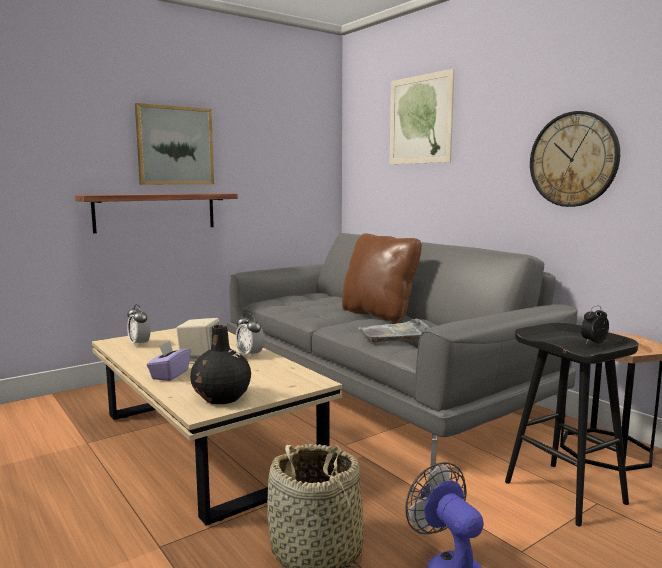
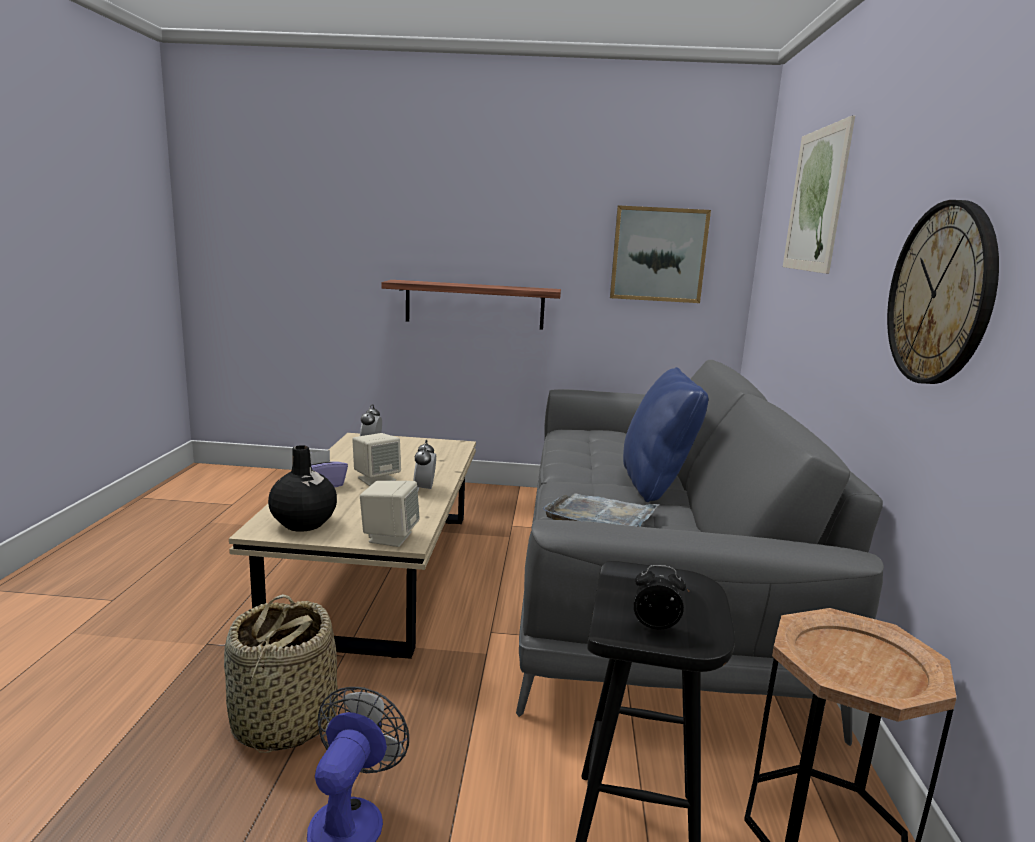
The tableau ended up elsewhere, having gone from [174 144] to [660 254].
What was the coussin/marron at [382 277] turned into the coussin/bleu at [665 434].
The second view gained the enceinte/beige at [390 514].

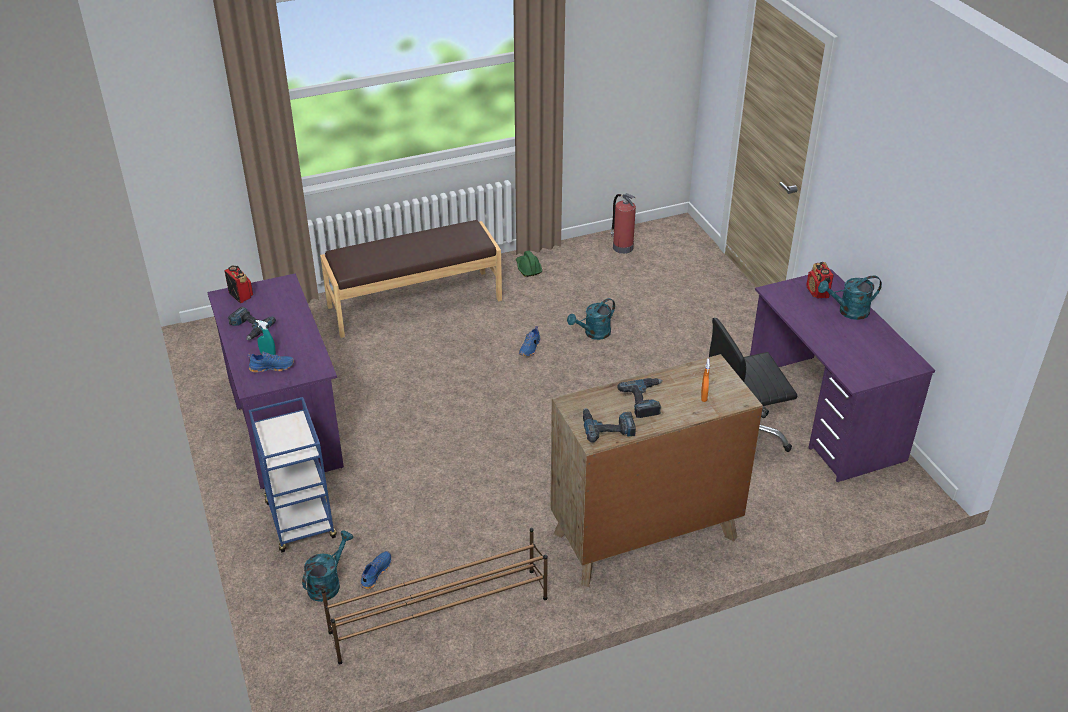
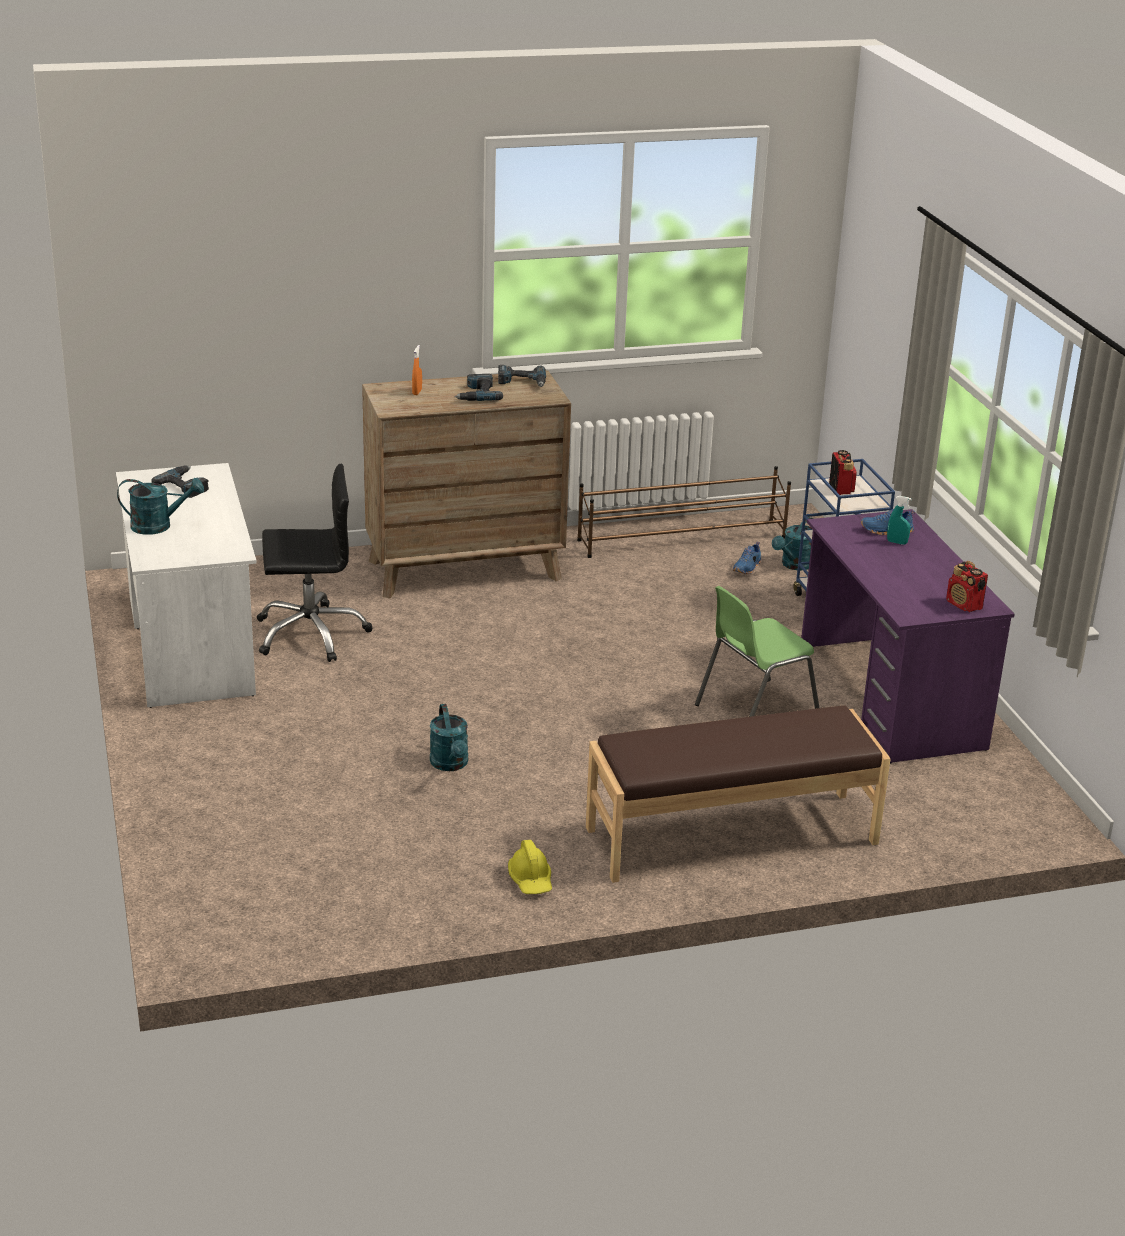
The perceuse ended up elsewhere, having gone from [252 323] to [180 481].
What was the casque de chantier/vert at [529 264] turned into the casque de chantier/jaune at [530 867].
The second view lost the chaussure/bleu at [529 341].
The arrosoir/turquoise at [591 319] ended up facing another way, 105 degrees clockwise from before.
The second view lost the extincteur at [623 223].
What was the bureau/violet at [842 375] turned into the bureau/blanc at [186 585].
The radio ended up elsewhere, having gone from [820 280] to [843 472].
The second view gained the chaise/vert at [757 651].

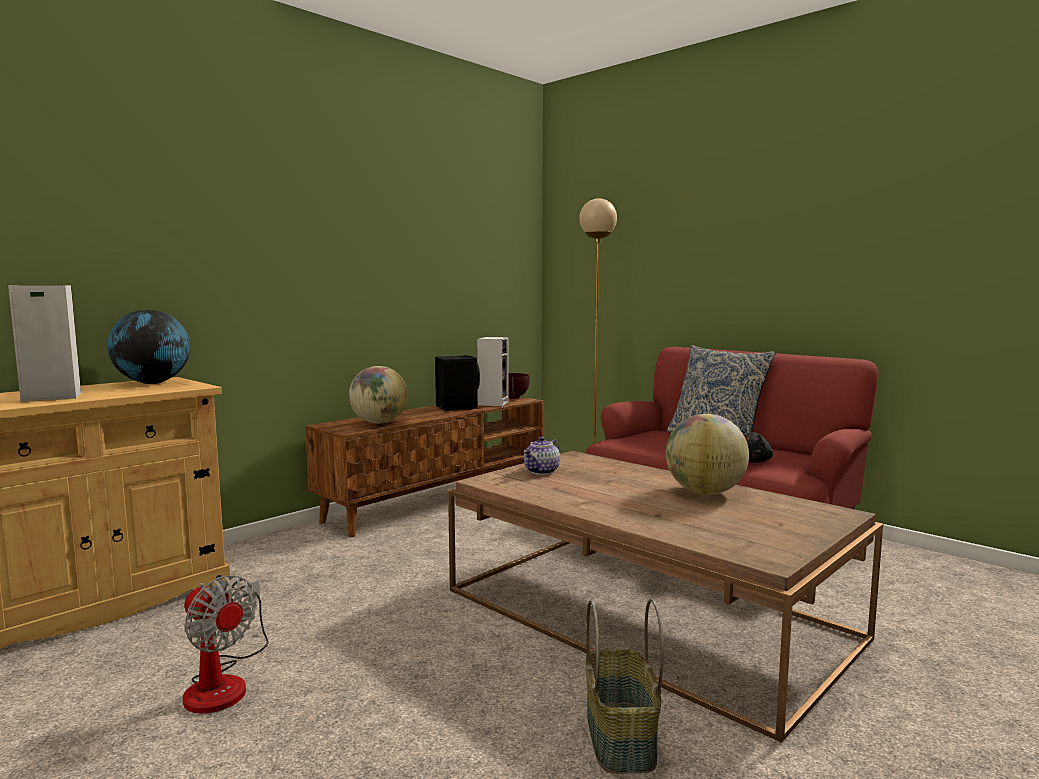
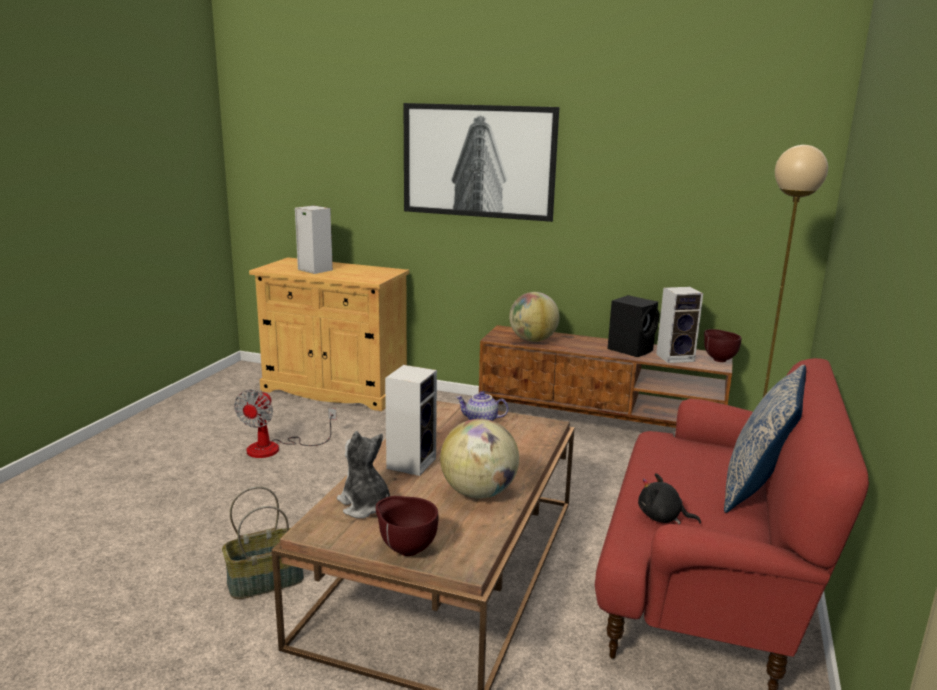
The second view lost the globe at [148 347].
The second view gained the peluche at [363 474].
The second view gained the bol/marron at [407 526].
The second view gained the enceinte at [411 420].
The second view gained the tableau at [481 162].

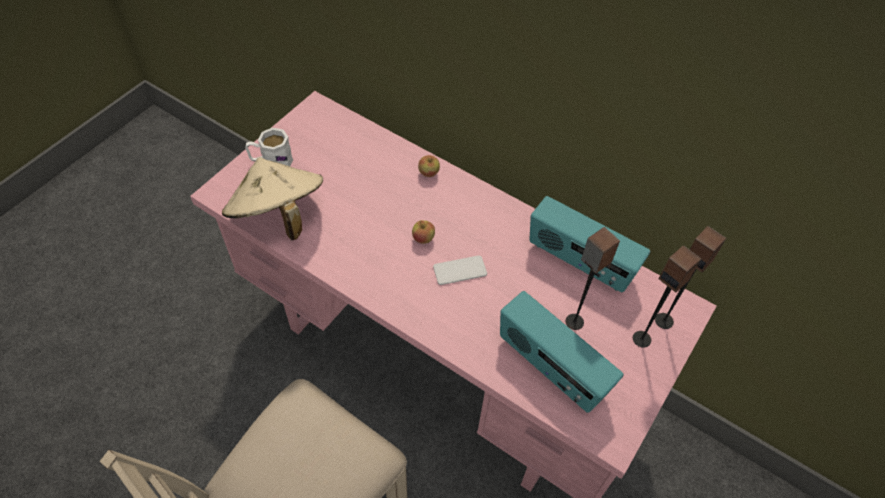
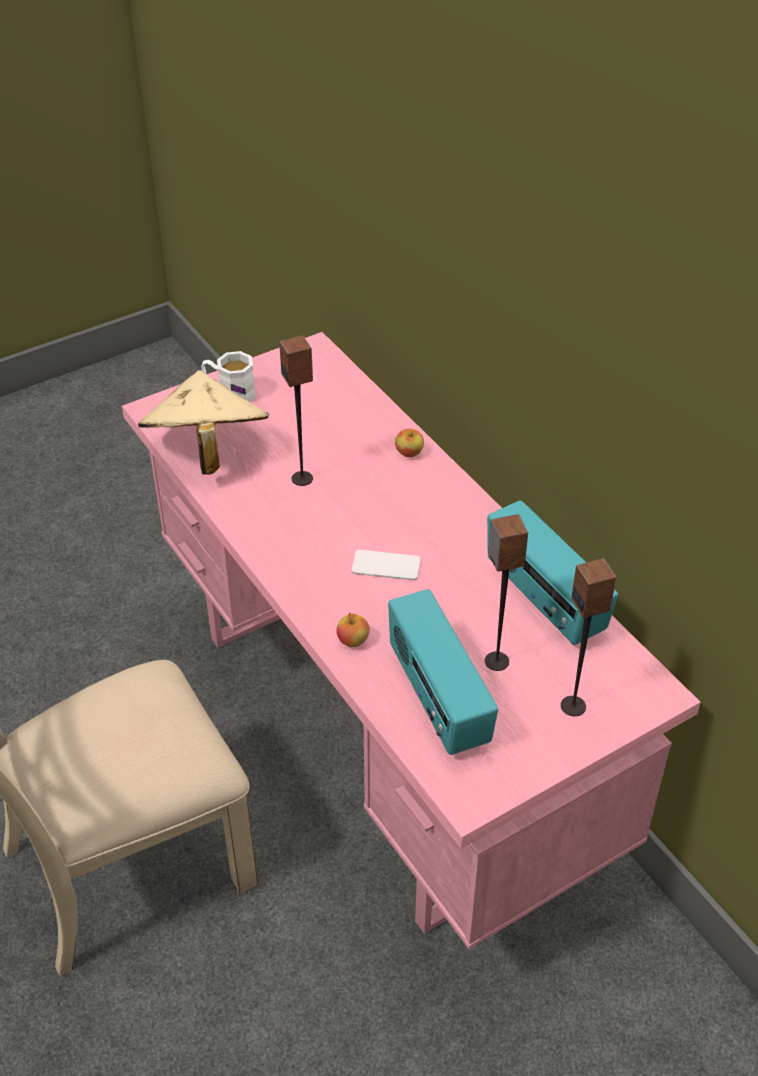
The pomme ended up elsewhere, having gone from [423 232] to [353 630].
The enceinte ended up elsewhere, having gone from [690 277] to [296 410].

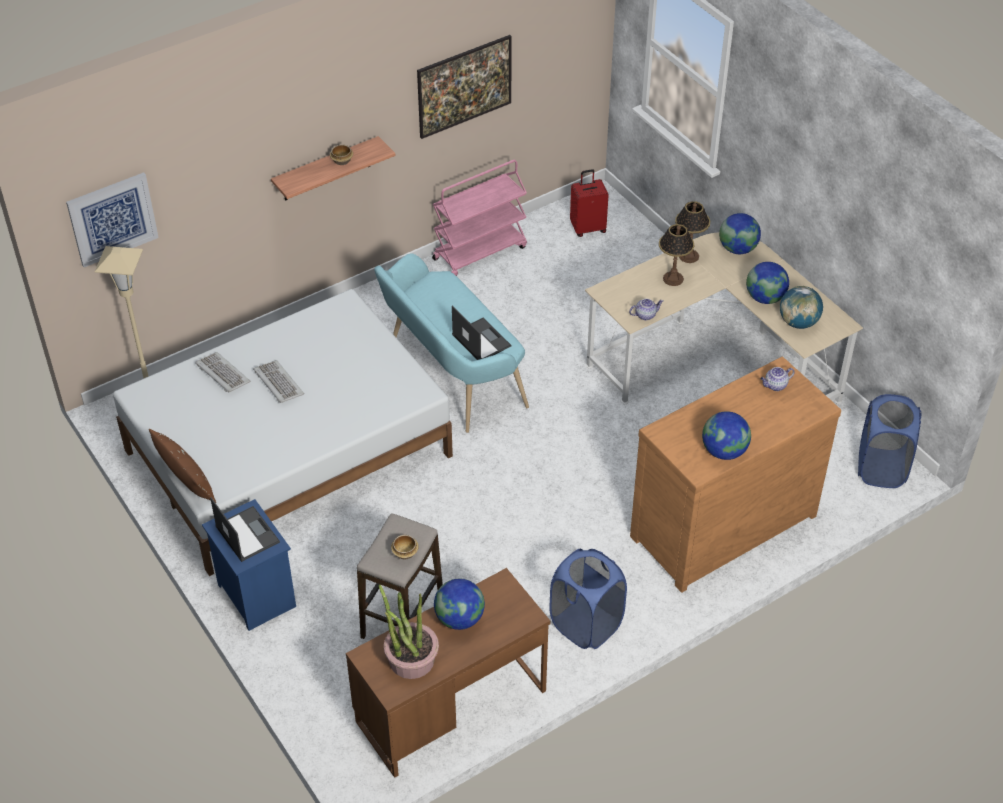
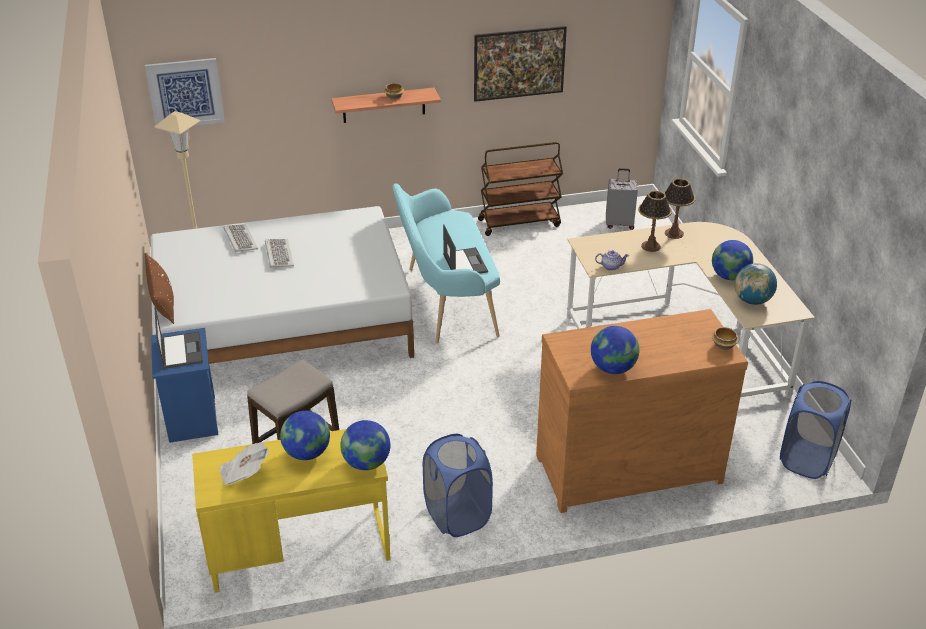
What was the bureau/marron at [448 673] turned into the bureau/jaune at [291 510].
Where the plante en pot stood at [408 632], the journal came to stand at [244 464].
The bol ended up elsewhere, having gone from [405 547] to [725 338].
What was the chariot/rose at [479 218] turned into the chariot/marron at [520 189].
What was the valise/rouge at [589 203] turned into the valise/gris at [622 199].
The globe ended up elsewhere, having gone from [740 233] to [365 445].
The second view lost the théière at [777 379].

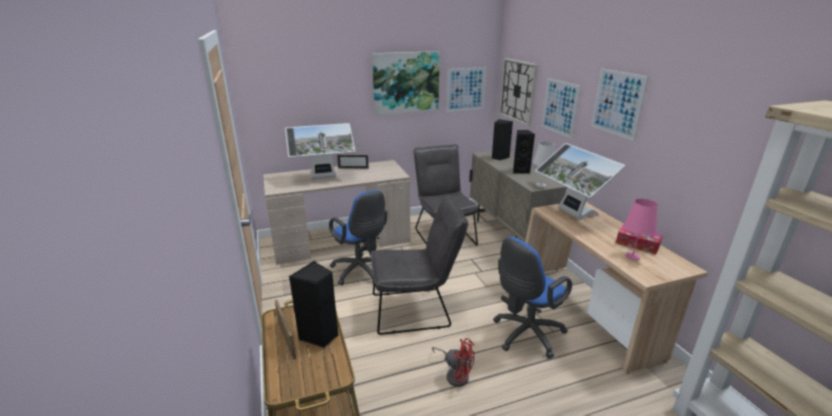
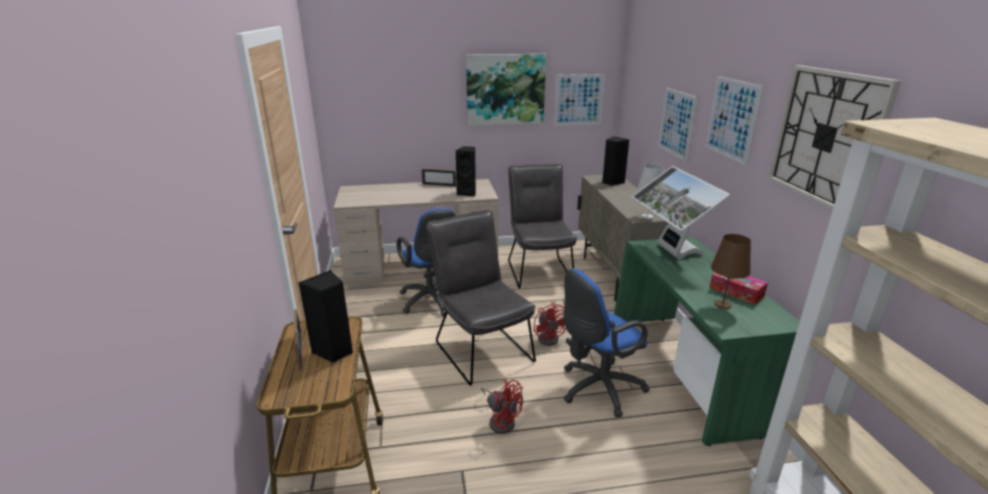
The second view lost the écran d'ordinateur at [320 151].
The chaise/gris at [419 264] ended up facing another way, 120 degrees counterclockwise from before.
The horloge murale ended up elsewhere, having gone from [518 92] to [834 137].
The enceinte/noir ended up elsewhere, having gone from [524 151] to [466 171].
What was the bureau/beige at [616 288] turned into the bureau/vert at [707 341].
What was the lampe de table/rose at [640 229] turned into the lampe de table/marron at [731 271].
The second view gained the ventilateur/rouge at [550 324].

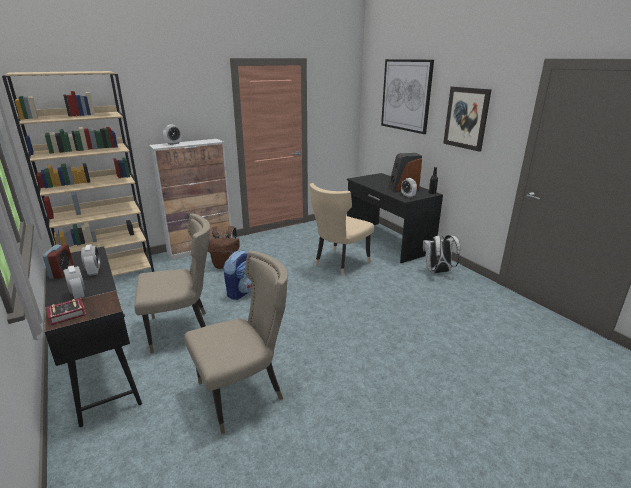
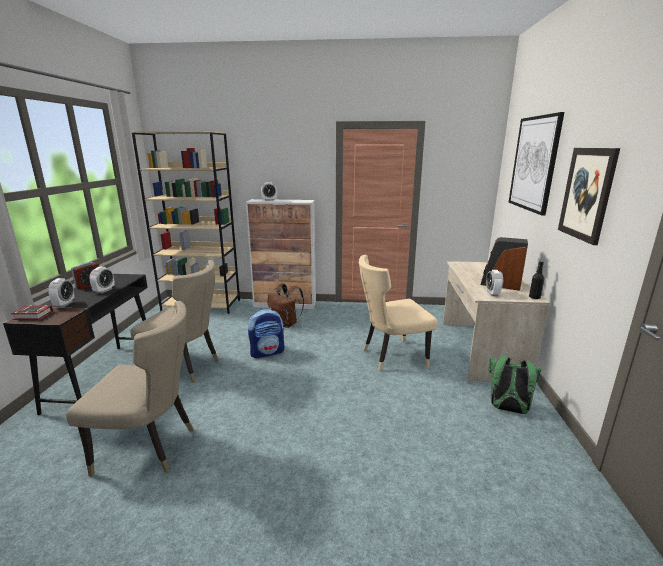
What was the bureau/noir at [395 218] turned into the bureau/beige at [496 321].
What was the sac à dos/blanc at [441 254] turned into the sac à dos/vert at [515 385].

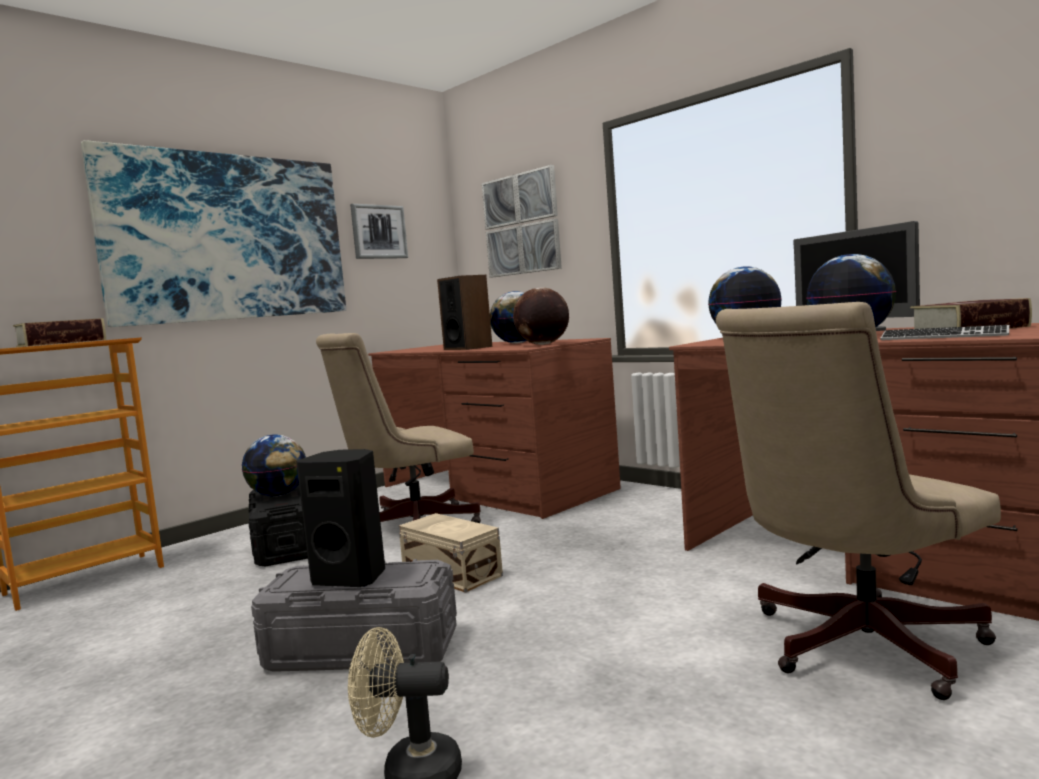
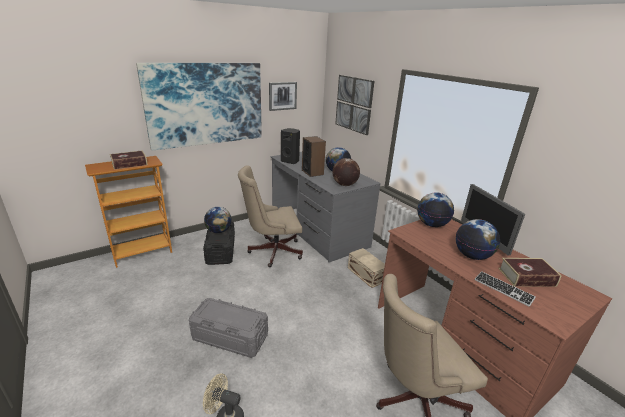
The enceinte/noir ended up elsewhere, having gone from [340 518] to [290 146].
What was the bureau/marron at [494 428] turned into the bureau/gris at [326 207].
The boîte de rangement/beige ended up elsewhere, having gone from [451 553] to [366 268].

